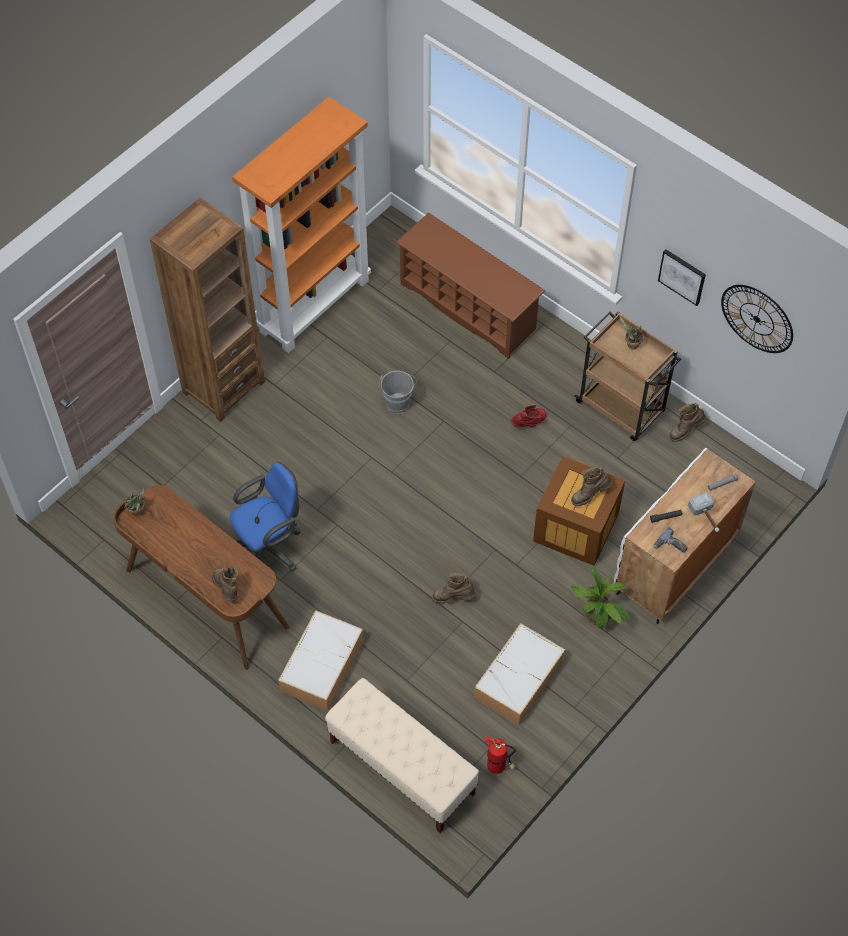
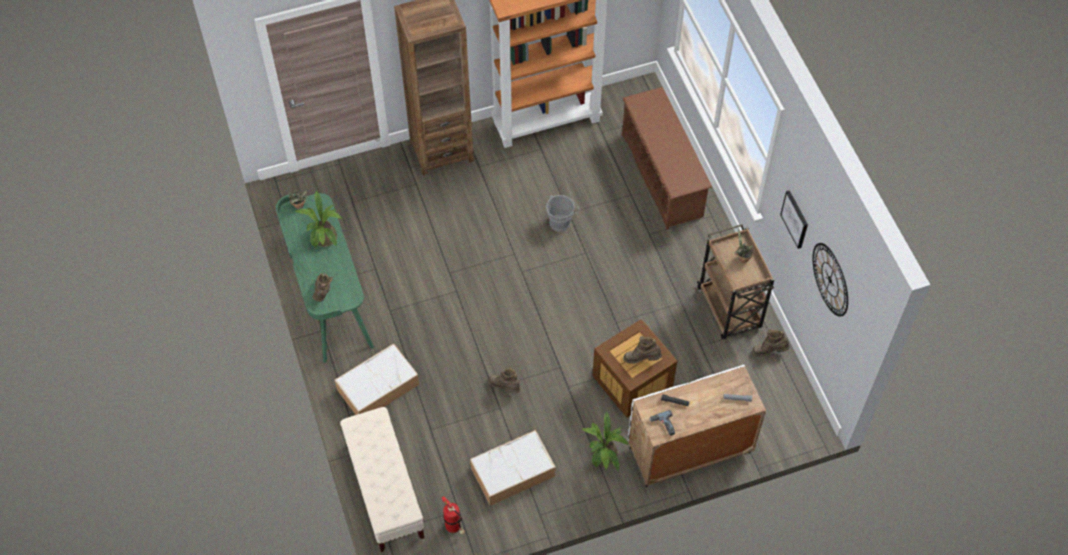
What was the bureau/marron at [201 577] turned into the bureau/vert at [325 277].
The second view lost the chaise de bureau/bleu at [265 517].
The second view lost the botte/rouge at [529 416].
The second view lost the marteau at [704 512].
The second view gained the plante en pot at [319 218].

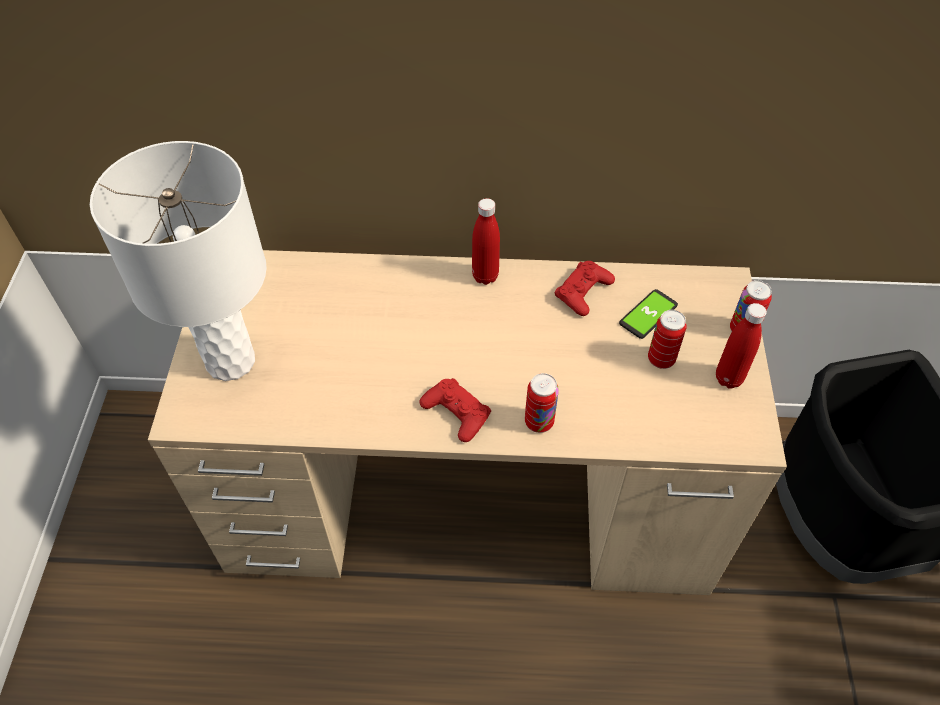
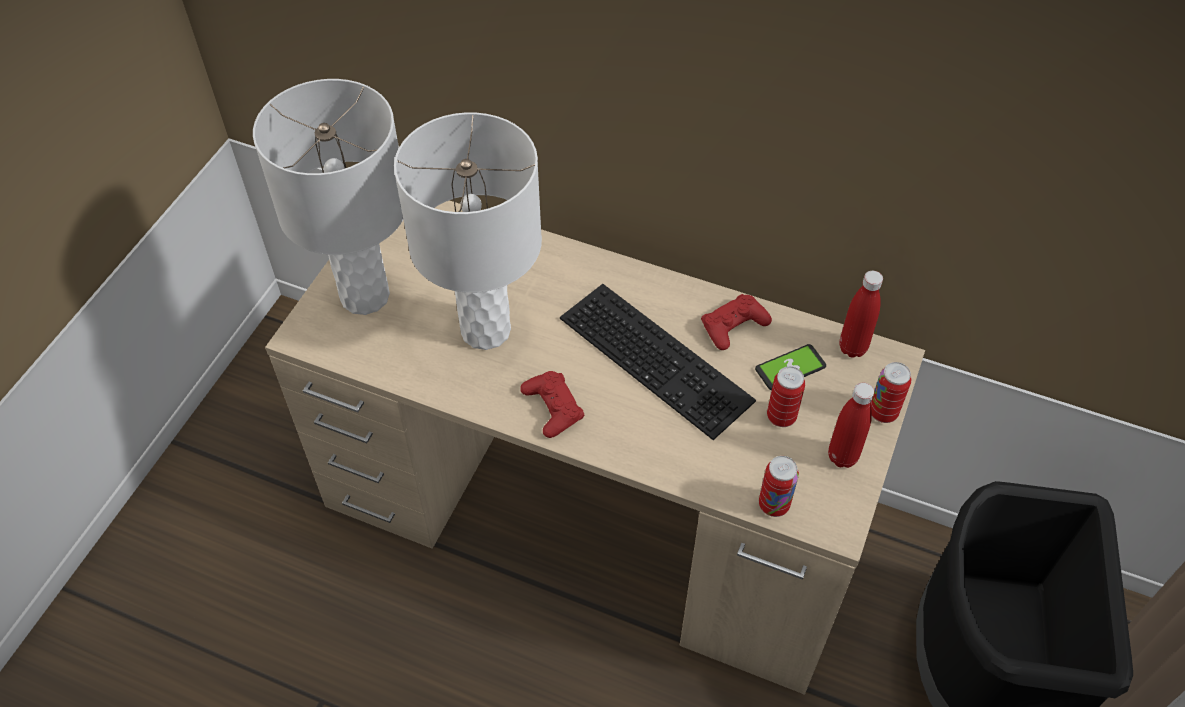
The bouteille/rouge ended up elsewhere, having gone from [486 241] to [861 314].
The boîte métallique ended up elsewhere, having gone from [542 403] to [779 486].
The second view gained the lampe de table/blanc at [468 231].
The second view gained the clavier at [658 362].

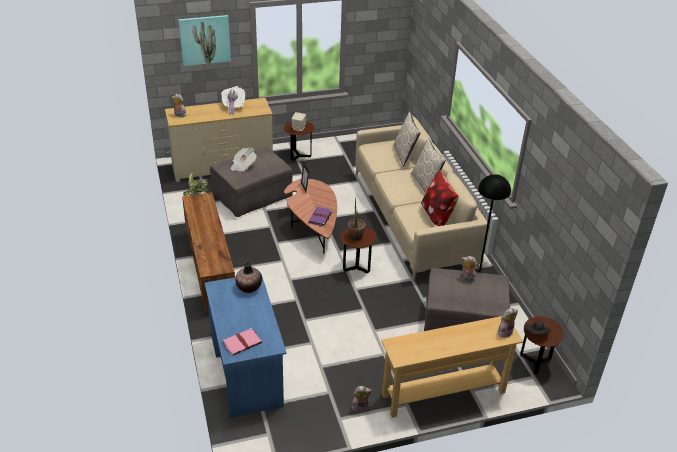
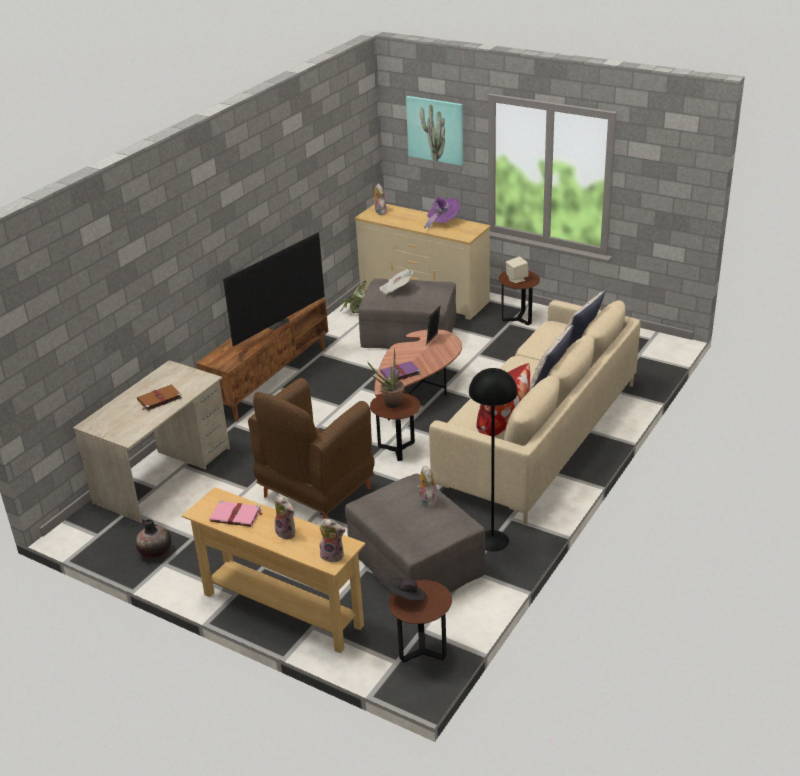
What was the bureau/bleu at [245 346] turned into the bureau/beige at [151 441].
What was the chapeau/blanc at [233 100] turned into the chapeau/violet at [442 213].
The livre/rose ended up elsewhere, having gone from [242 342] to [236 513].
The vase ended up elsewhere, having gone from [248 278] to [153 539].
The peluche ended up elsewhere, having gone from [362 399] to [285 517].
The second view gained the livre/marron at [159 398].
The second view gained the téléviseur at [274 289].
The second view gained the fauteuil/marron at [311 448].

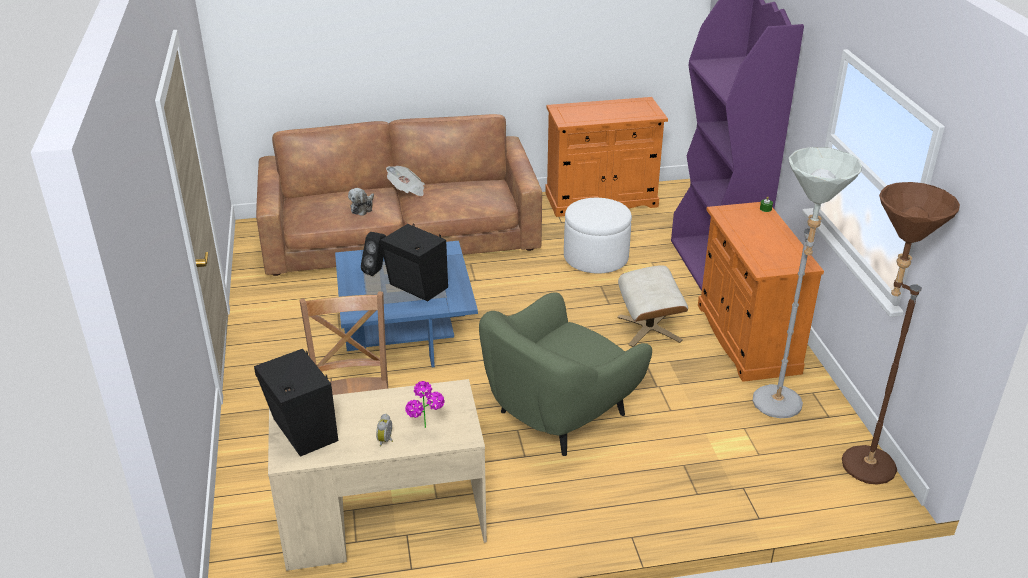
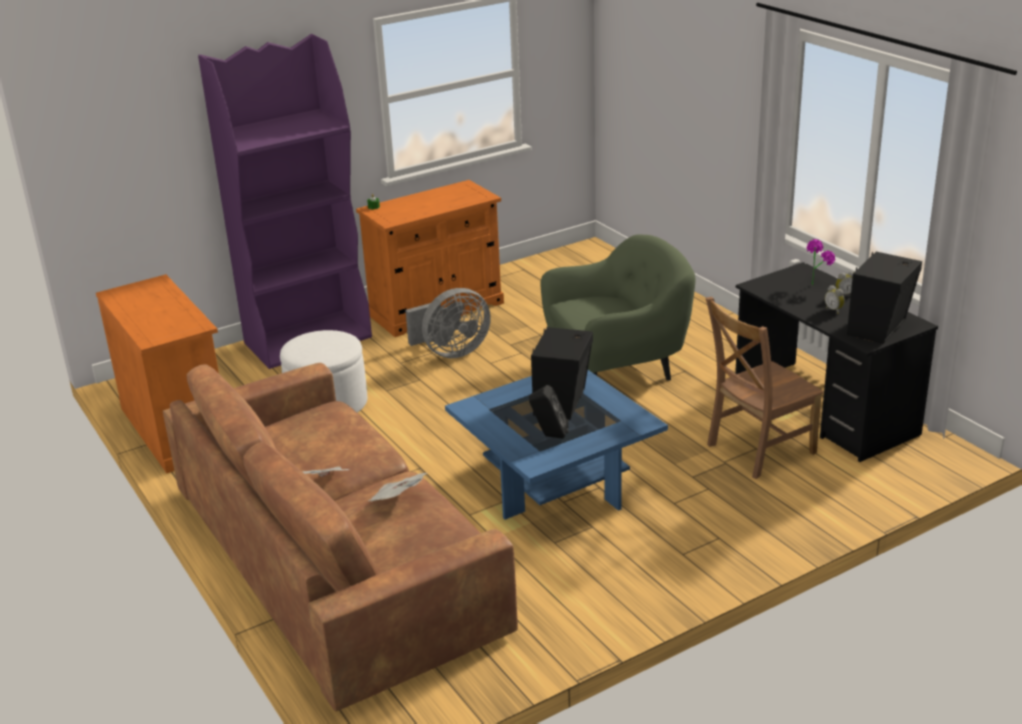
What was the bureau/beige at [377 475] turned into the bureau/noir at [836 362].
Where the peluche stood at [361 202], the journal came to stand at [397 487].
The fauteuil/vert at [565 374] ended up facing another way, 45 degrees counterclockwise from before.
Where the pouf/beige stood at [652 306], the ventilateur/gris came to stand at [448 323].
The second view lost the lampadaire/gris at [807 282].
The second view lost the lampadaire/marron at [901 333].
The second view gained the réveil at [835 299].

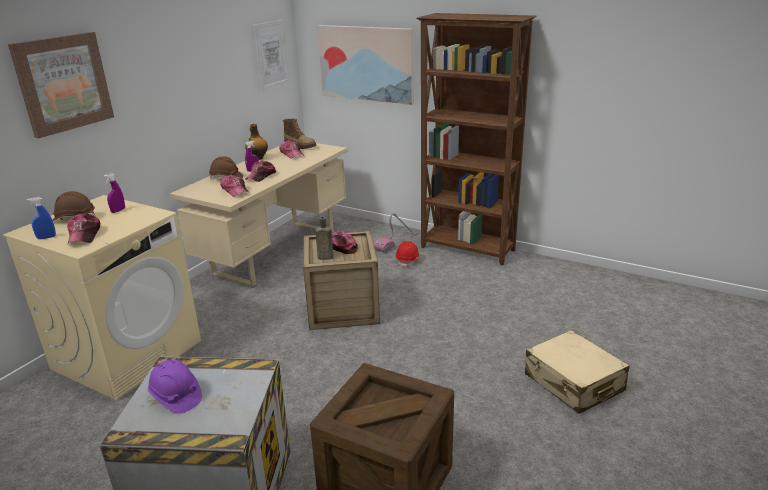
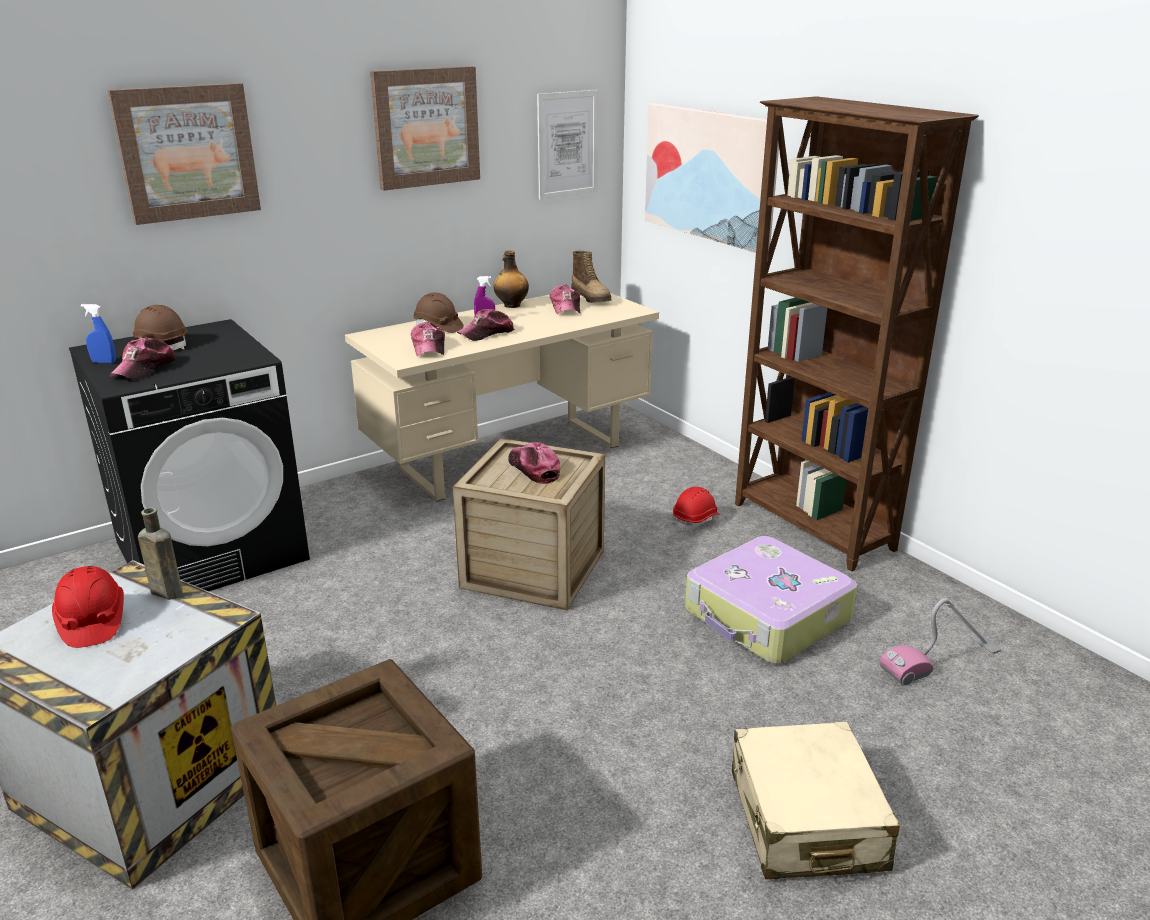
What was the lave-linge/beige at [102 297] turned into the lave-linge/noir at [189 455].
The second view lost the vaporisateur/violet at [114 193].
What was the casque de chantier/violet at [175 386] turned into the casque de chantier/rouge at [88 607].
The bouteille/marron ended up elsewhere, having gone from [324 238] to [160 553].
The aspirateur ended up elsewhere, having gone from [396 233] to [940 641].
The second view gained the tableau at [425 128].
The second view gained the valise at [771 600].

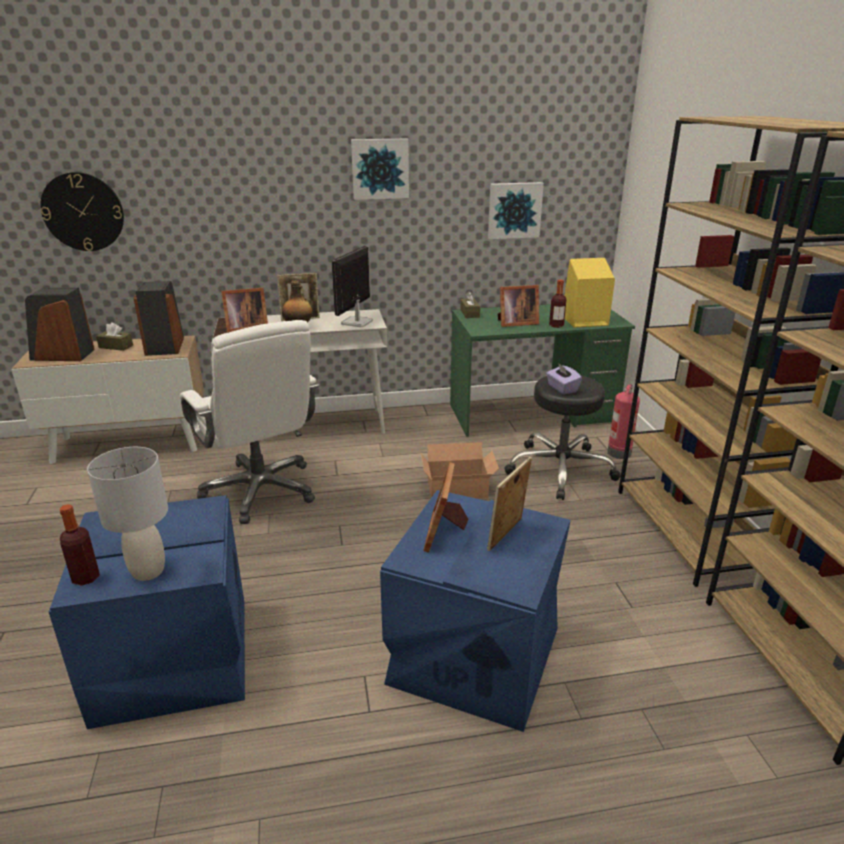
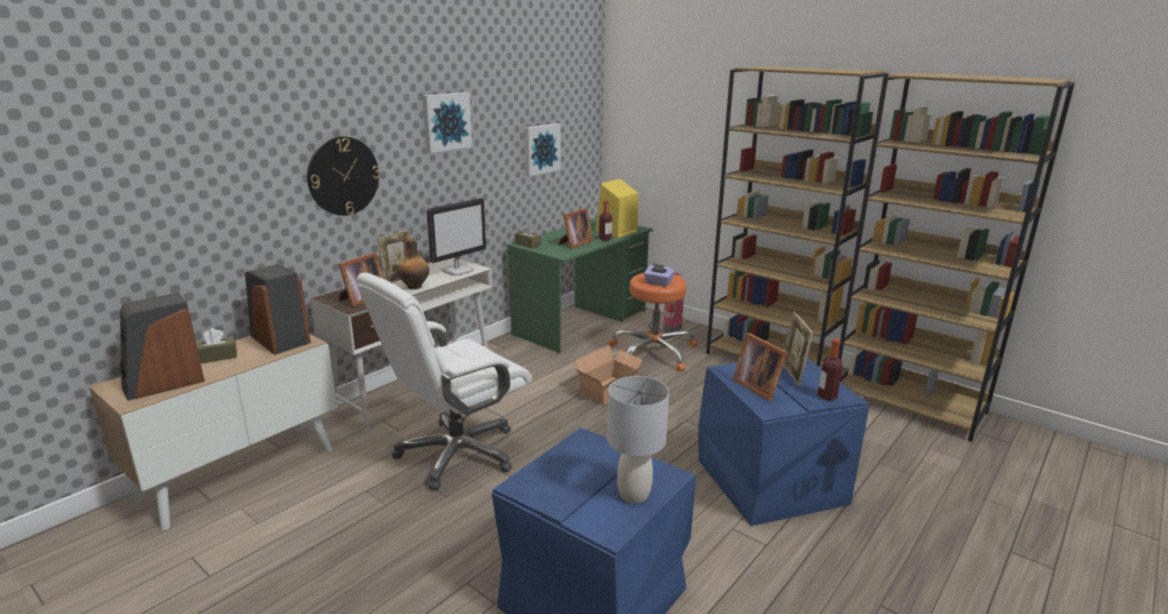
The horloge murale ended up elsewhere, having gone from [82 211] to [343 176].
The bouteille ended up elsewhere, having gone from [80 545] to [830 370].
The chaise de bureau/blanc at [249 422] ended up facing another way, 120 degrees clockwise from before.
The écran d'ordinateur at [352 286] ended up facing another way, 120 degrees counterclockwise from before.
What was the tabouret/noir at [562 437] turned into the tabouret/orange at [653 322].

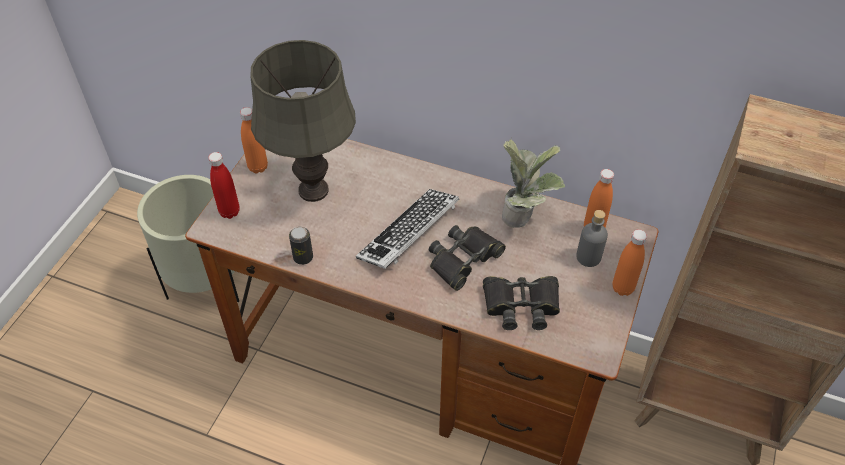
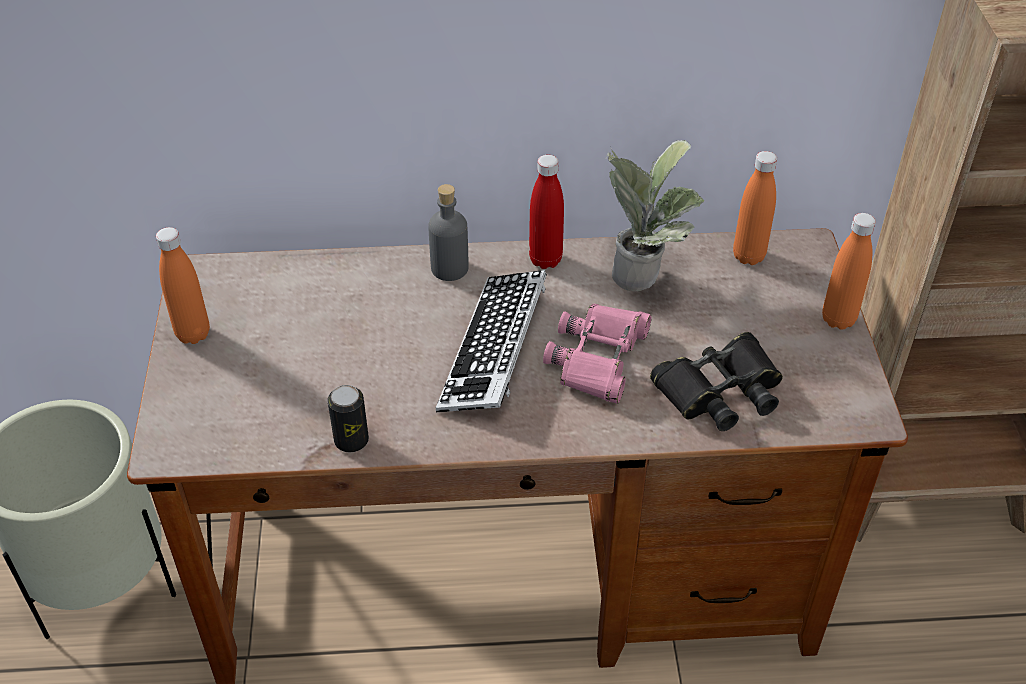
The bouteille/rouge ended up elsewhere, having gone from [224 185] to [546 212].
The second view lost the lampe de table/gris at [303 121].
What was the jumelles/noir at [467 258] turned into the jumelles/rose at [597 354].
The bouteille/gris ended up elsewhere, having gone from [592 238] to [448 232].

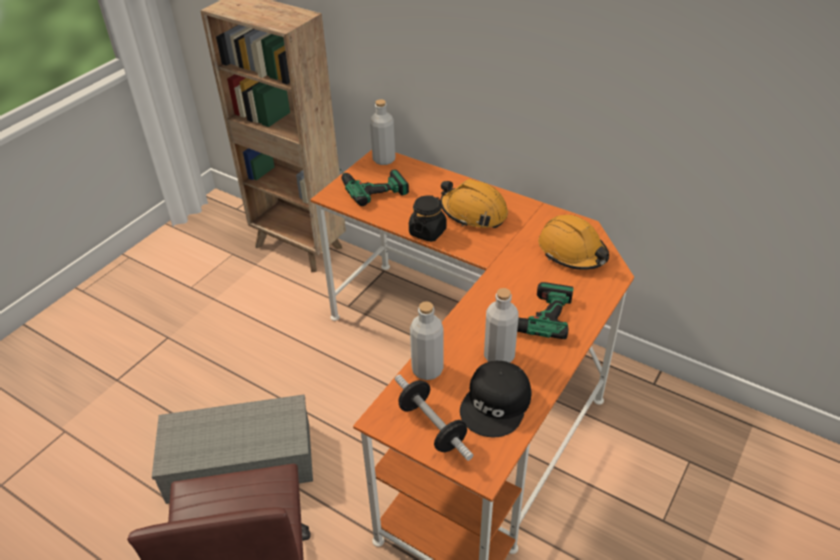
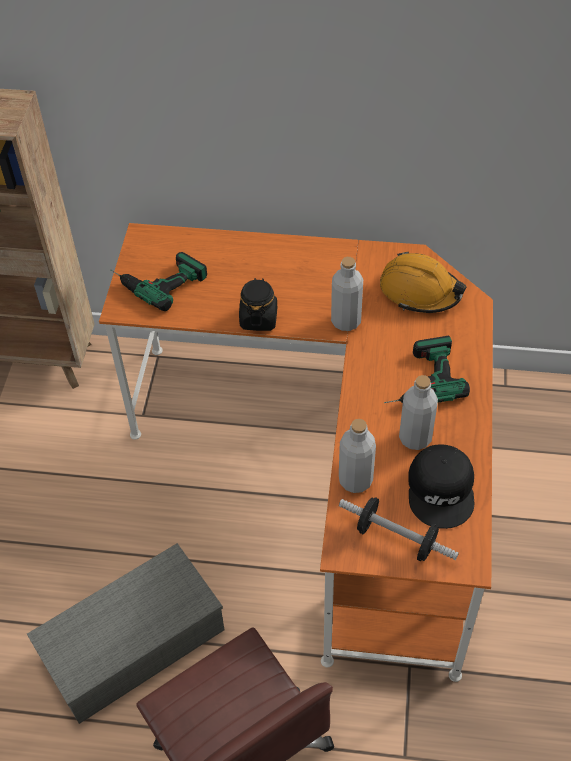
The bouteille/gris ended up elsewhere, having gone from [382 132] to [347 294].
The second view lost the casque de chantier/orange at [474 203].

